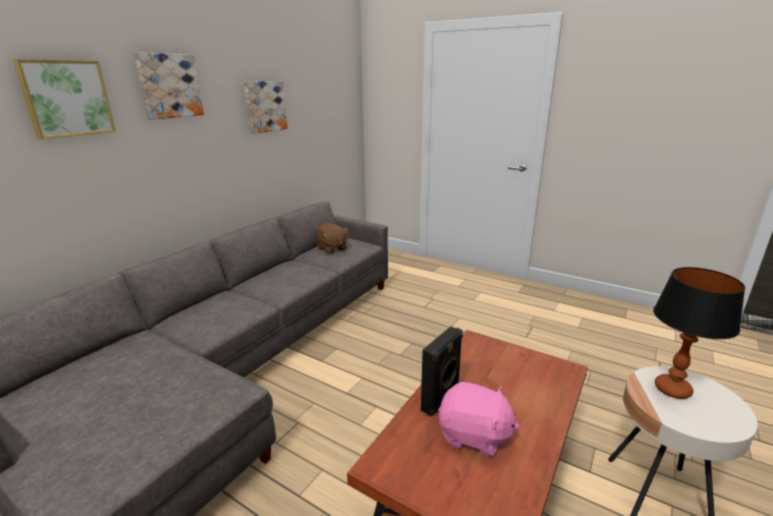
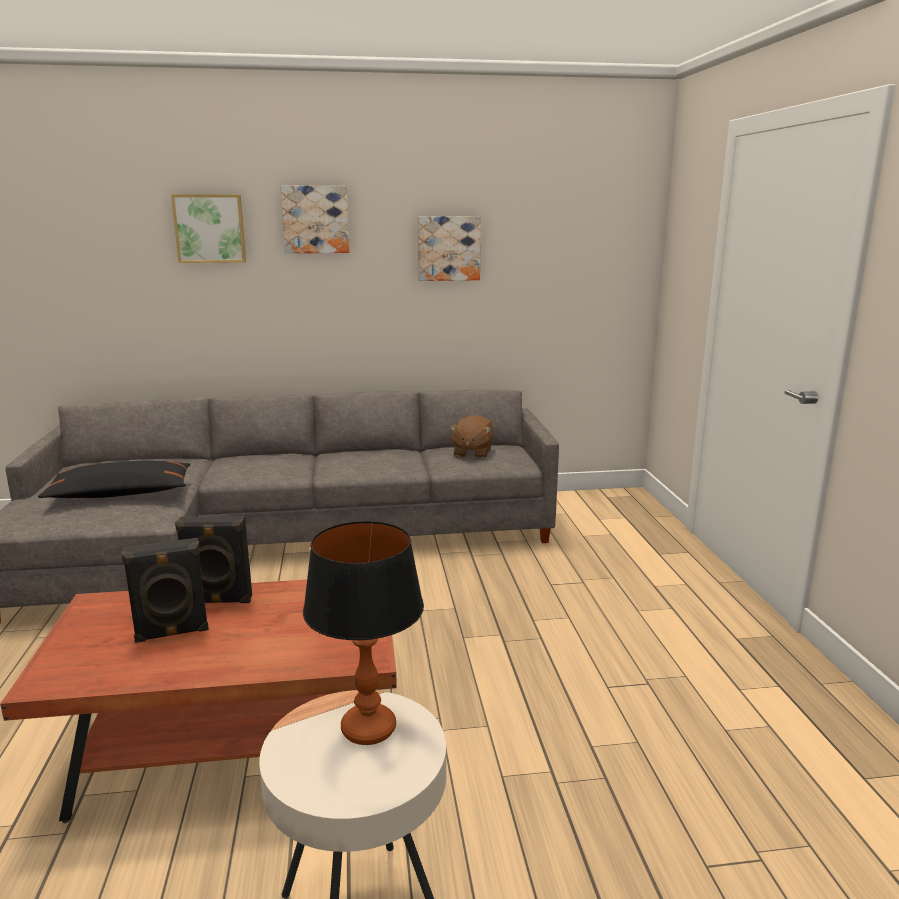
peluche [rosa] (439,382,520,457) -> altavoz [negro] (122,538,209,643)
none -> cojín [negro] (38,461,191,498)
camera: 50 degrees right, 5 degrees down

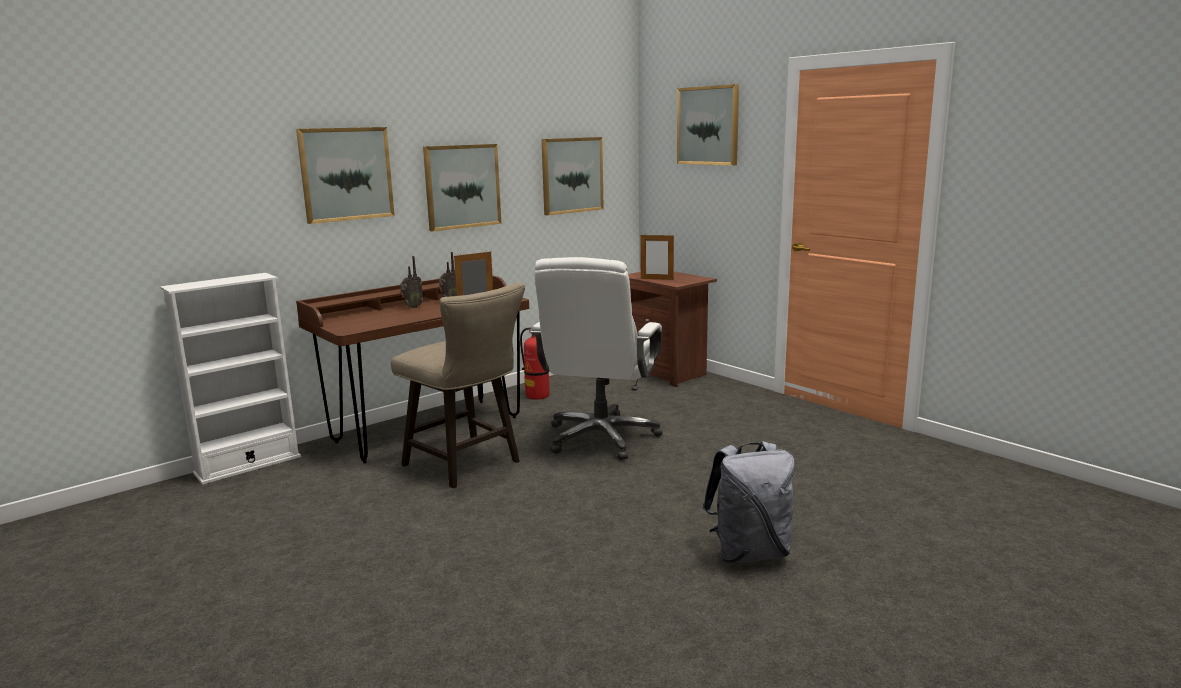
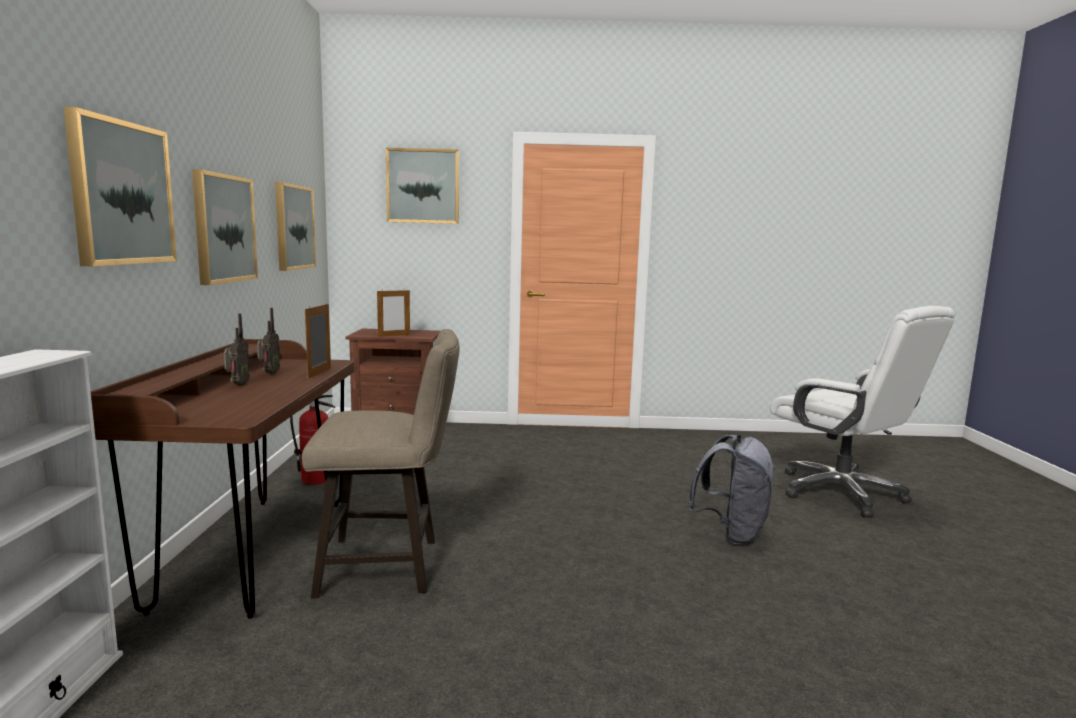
silla de oficina [blanco] (530,257,663,460) -> silla de oficina [blanco] (770,306,955,518), shifted
camera: 50 degrees left, 5 degrees down

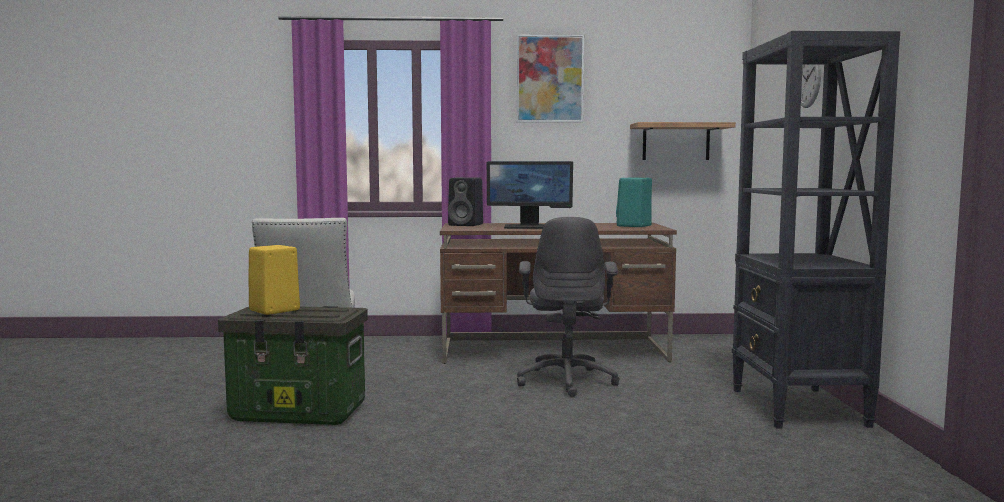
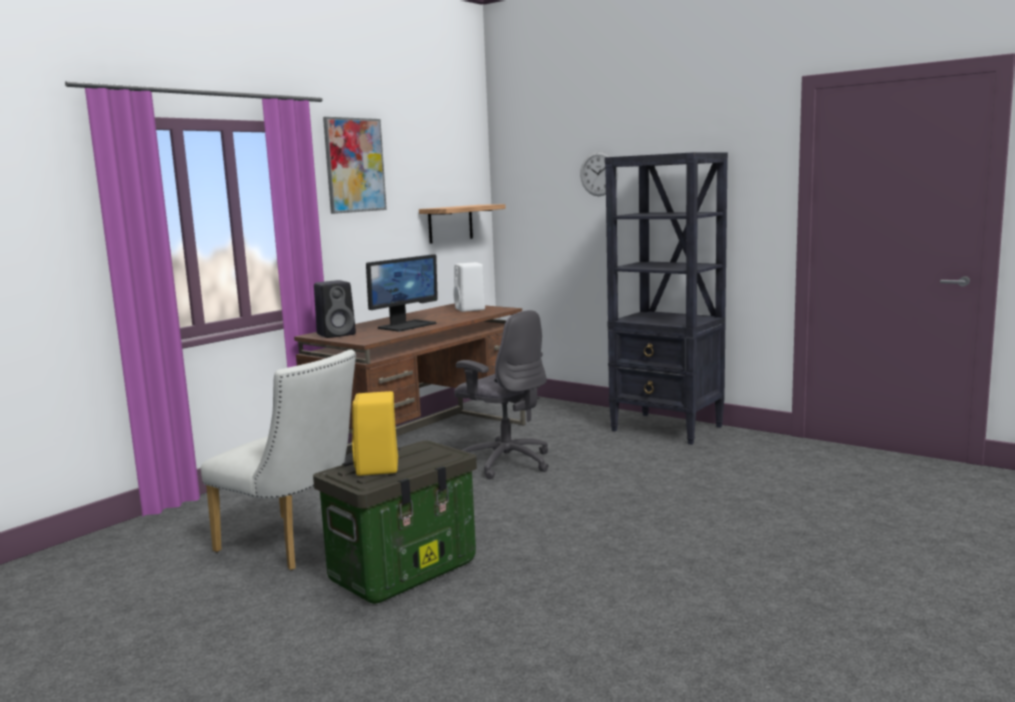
altavoz [turquesa] (616,178,652,227) -> altavoz [blanco] (453,262,485,312)
camera: 50 degrees left, 5 degrees up

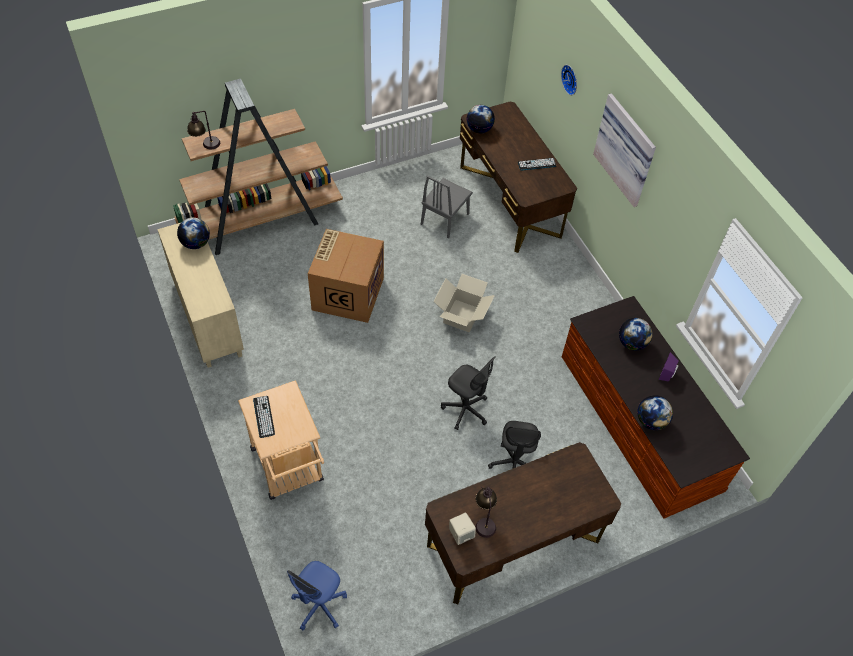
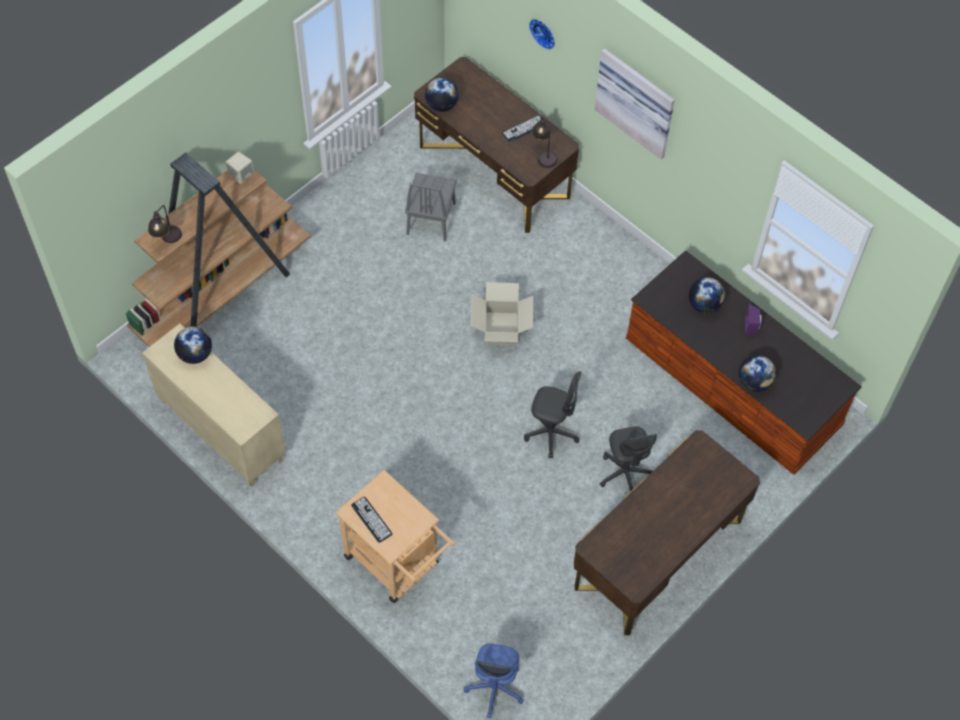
caja de cartón (308,229,384,323) -> none
altavoz [beis] (449,513,476,545) -> altavoz [beis] (226,152,254,184), shifted
lámpara de mesa (475,487,497,538) -> lámpara de mesa (532,116,557,168), shifted
camera: 20 degrees left, 5 degrees up

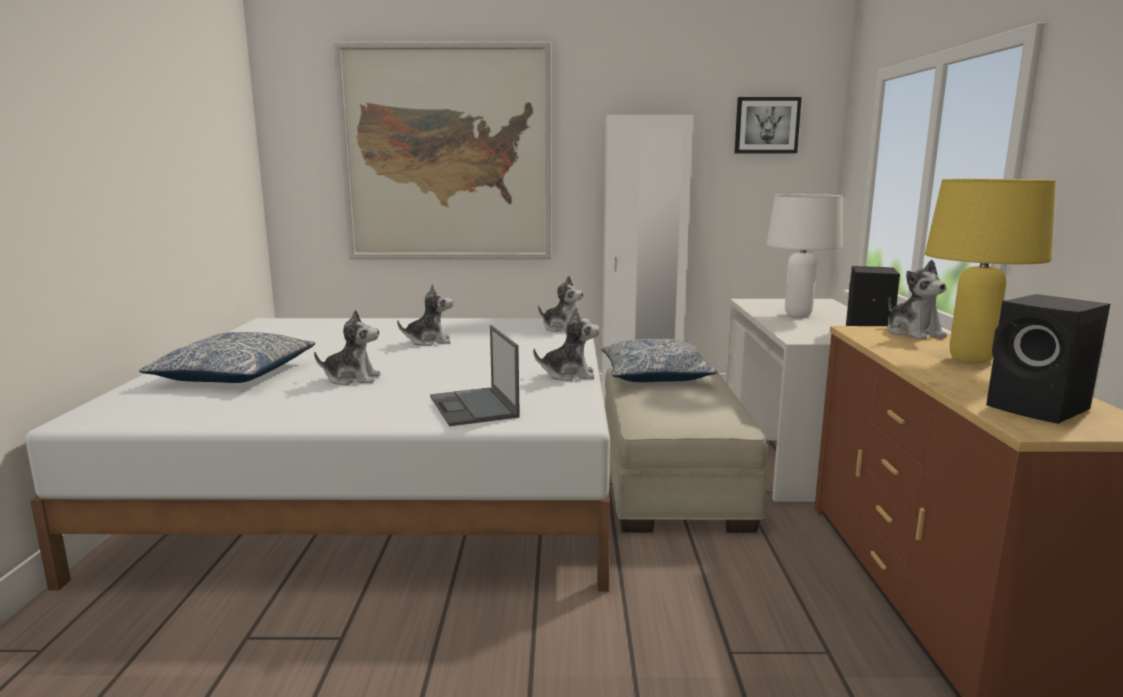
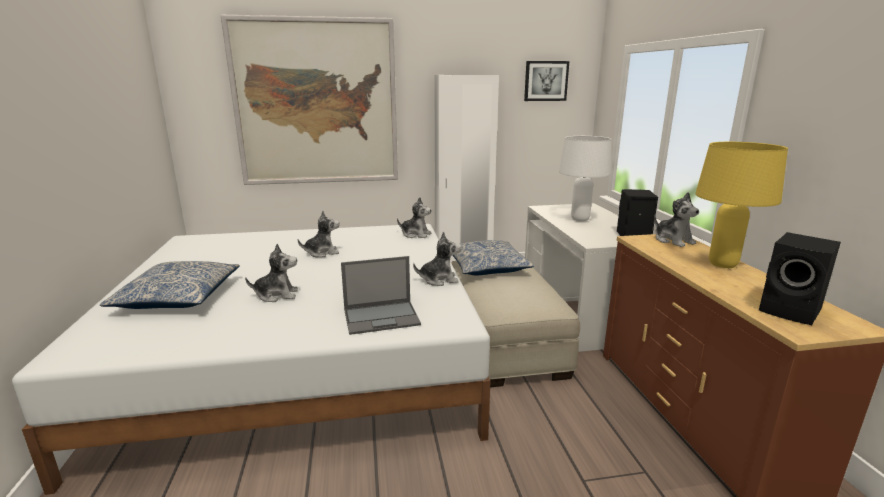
portátil (430,325,520,426) -> portátil (341,256,421,335), 75 degrees counterclockwise
camera: 10 degrees left, 5 degrees up

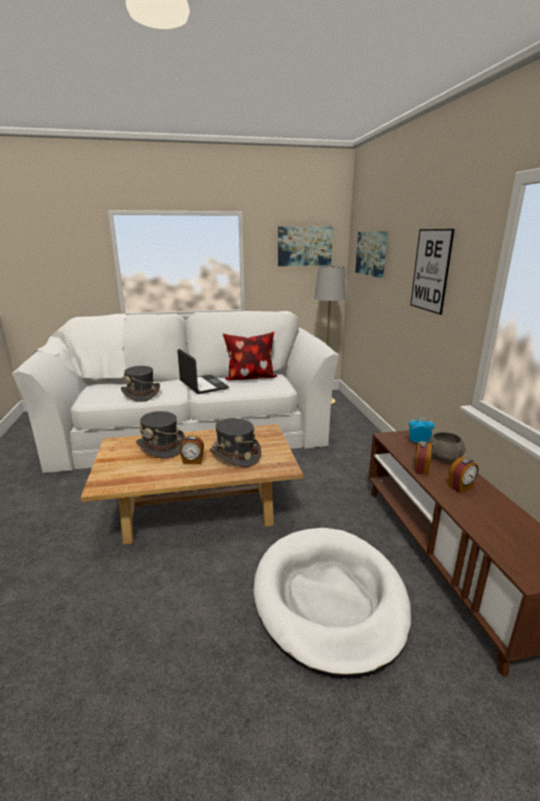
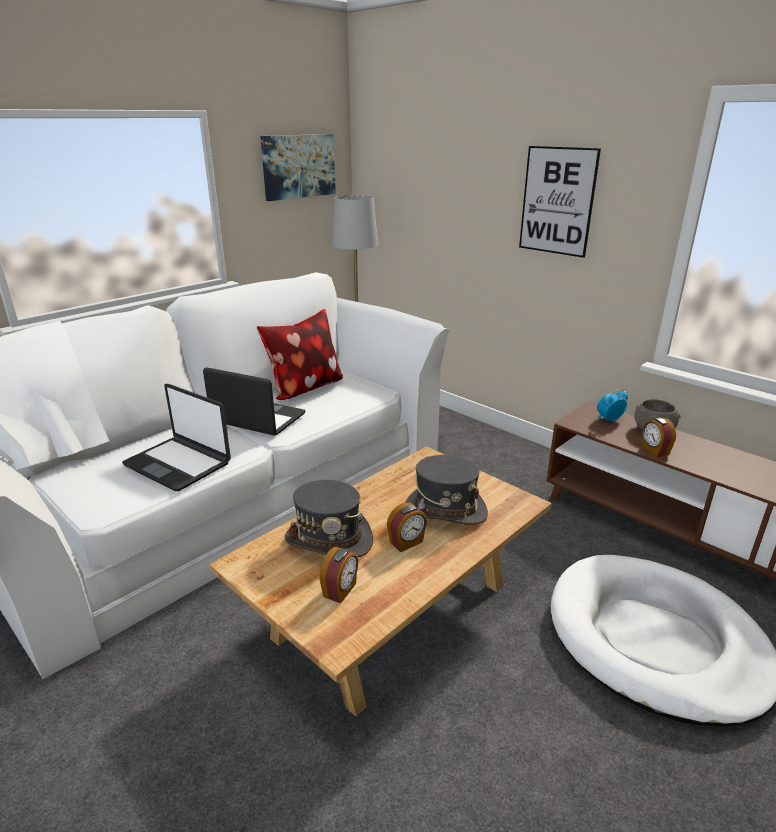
sombrero [gris] (121,366,160,402) -> portátil (122,384,231,491)
cuadro (355,231,387,278) -> none
despertador (448,457,479,493) -> despertador (319,547,358,603), shifted
camera: 35 degrees left, 5 degrees up

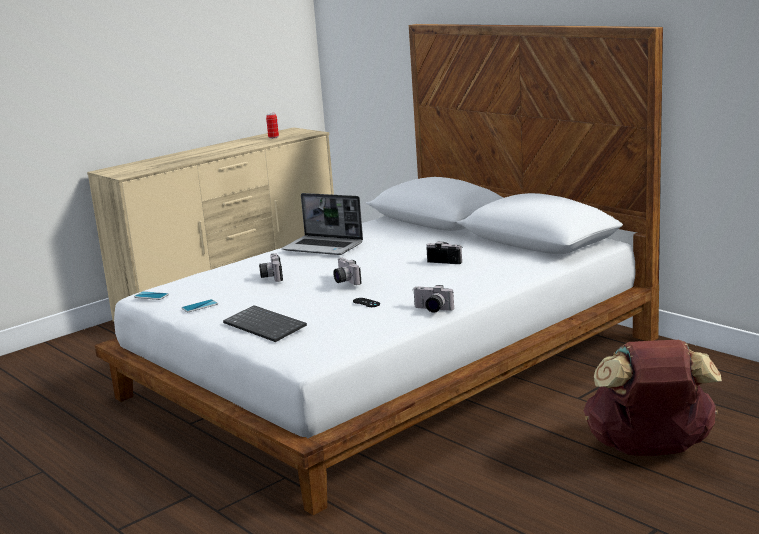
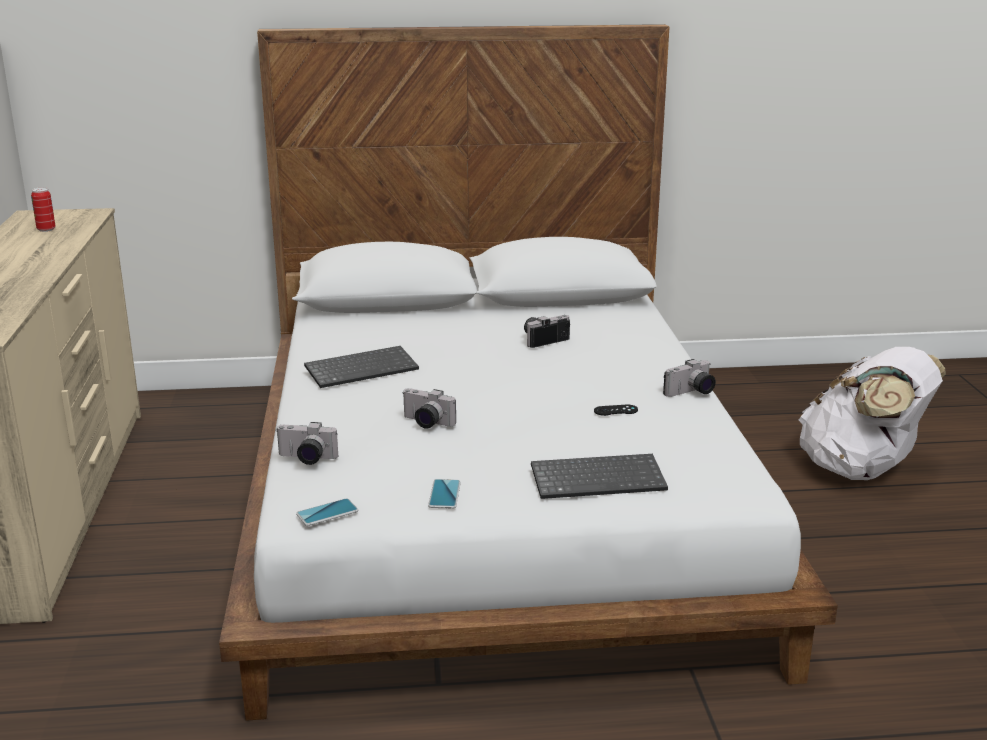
portátil (282,193,363,255) -> teclado (304,346,419,388)
cámara (333,258,362,285) -> cámara (275,422,338,465), shifted
mochila [marrón] (584,340,722,456) -> mochila [blanco] (799,347,946,480)
camera: 55 degrees left, 5 degrees up

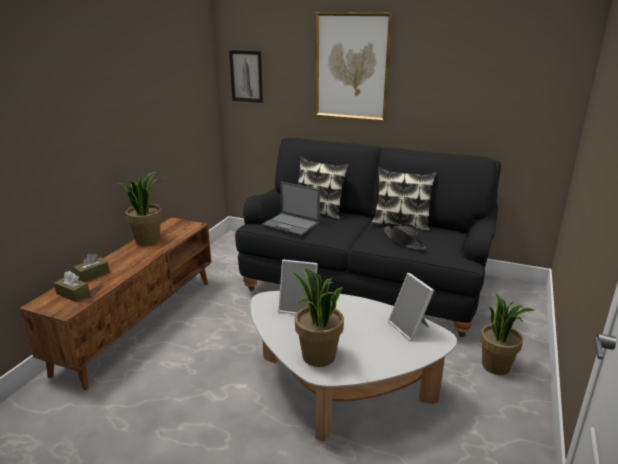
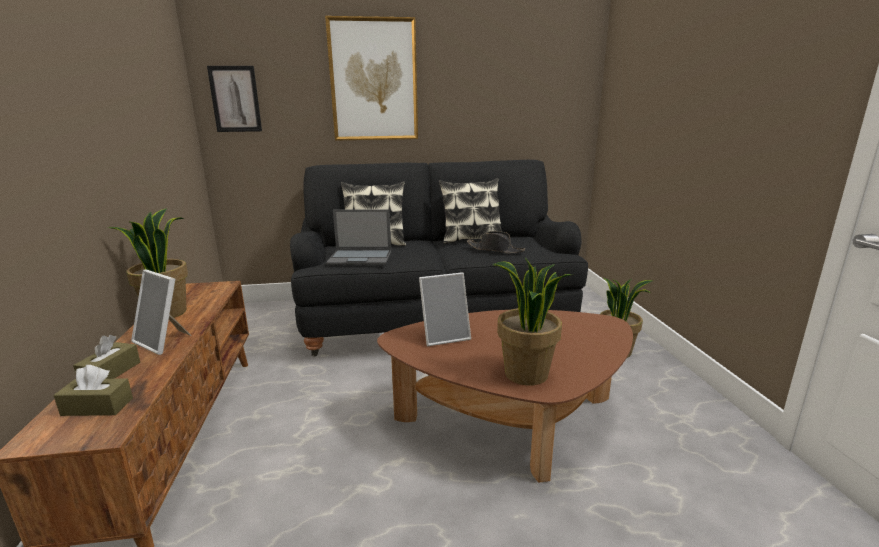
mesa de centro [blanco] (251,291,457,441) -> mesa de centro [marrón] (377,310,633,482)
portarretratos (388,273,434,341) -> portarretratos (131,270,191,355), shifted
camera: 30 degrees left, 5 degrees down

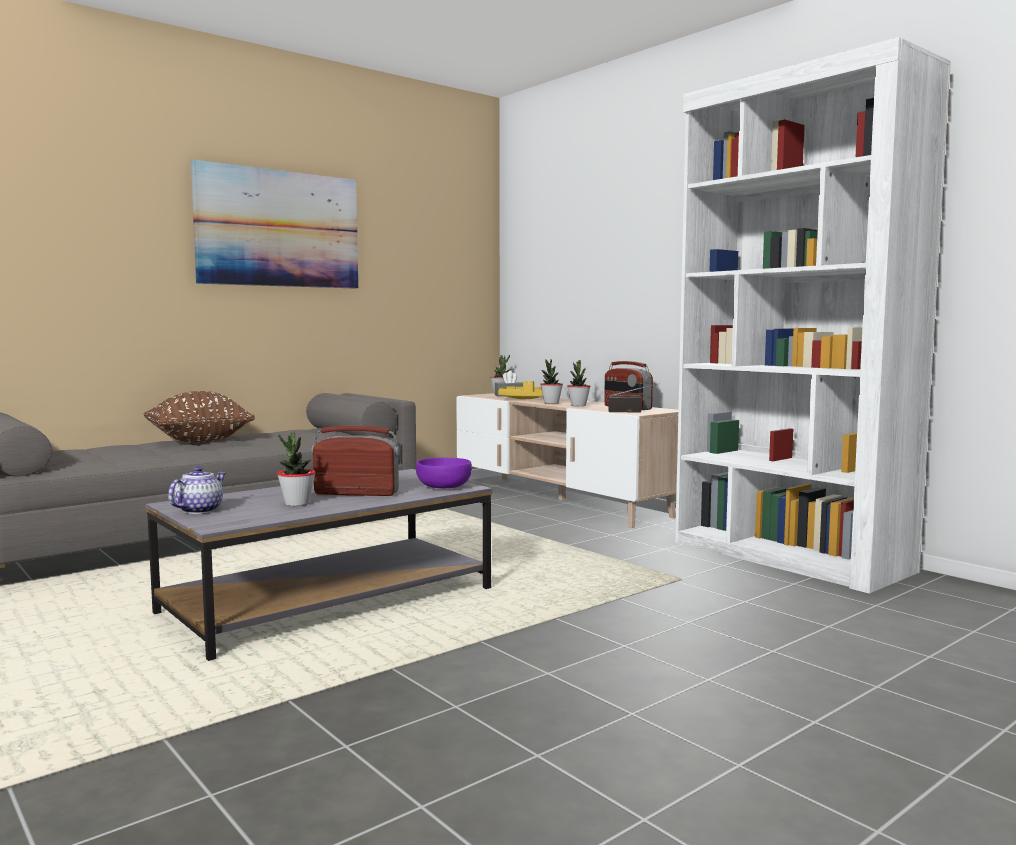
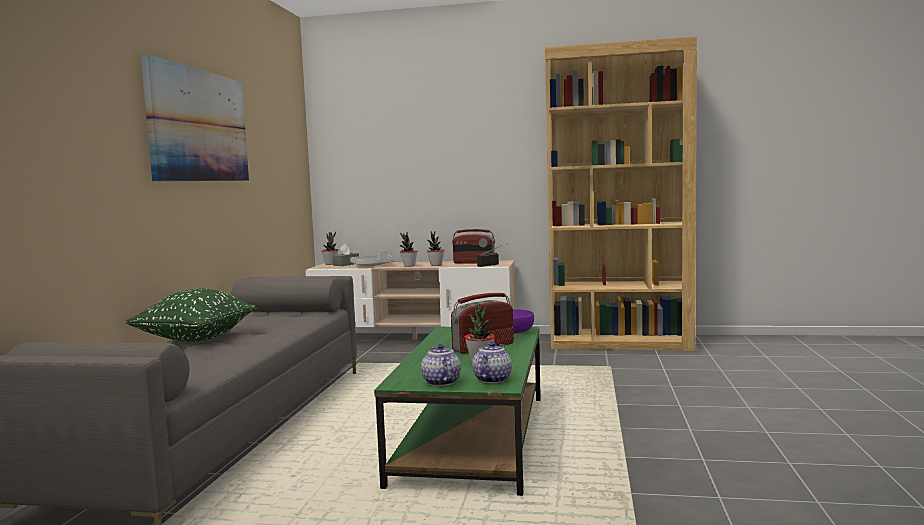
cojín [marrón] (144,391,255,443) -> cojín [verde] (125,289,257,342)
mesa de centro [gris] (145,469,492,661) -> mesa de centro [verde] (374,327,541,496)
bandeja [amarillo] (498,381,543,399) -> bandeja [gris] (350,250,395,266)
estantería [blanco] (675,37,951,594) -> estantería [marrón] (545,36,697,351)
none -> tetera (472,342,512,383)
camera: 40 degrees left, 0 degrees up

